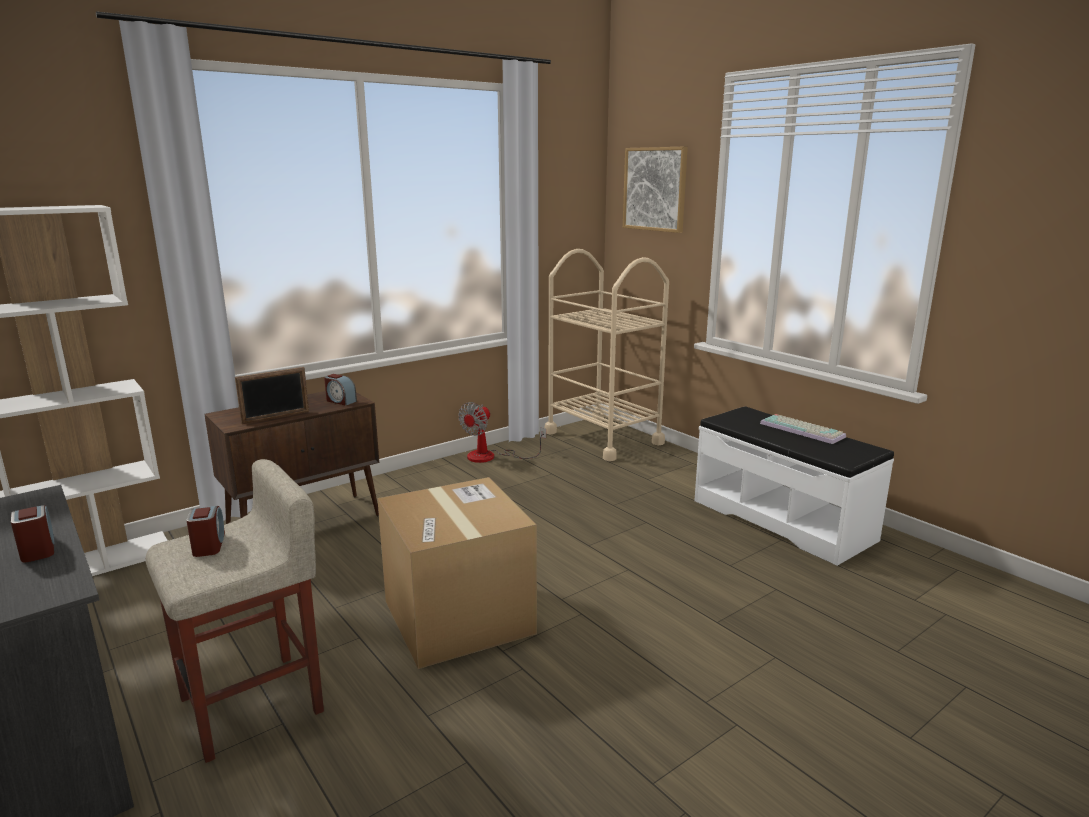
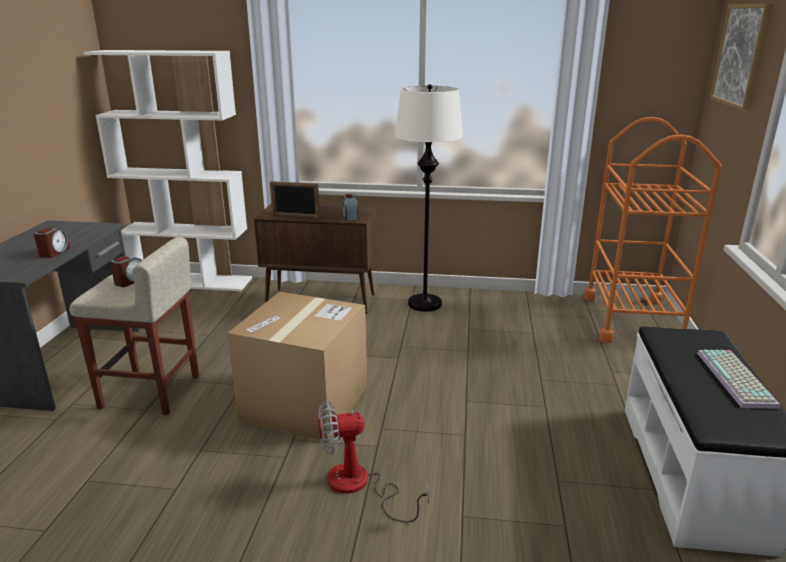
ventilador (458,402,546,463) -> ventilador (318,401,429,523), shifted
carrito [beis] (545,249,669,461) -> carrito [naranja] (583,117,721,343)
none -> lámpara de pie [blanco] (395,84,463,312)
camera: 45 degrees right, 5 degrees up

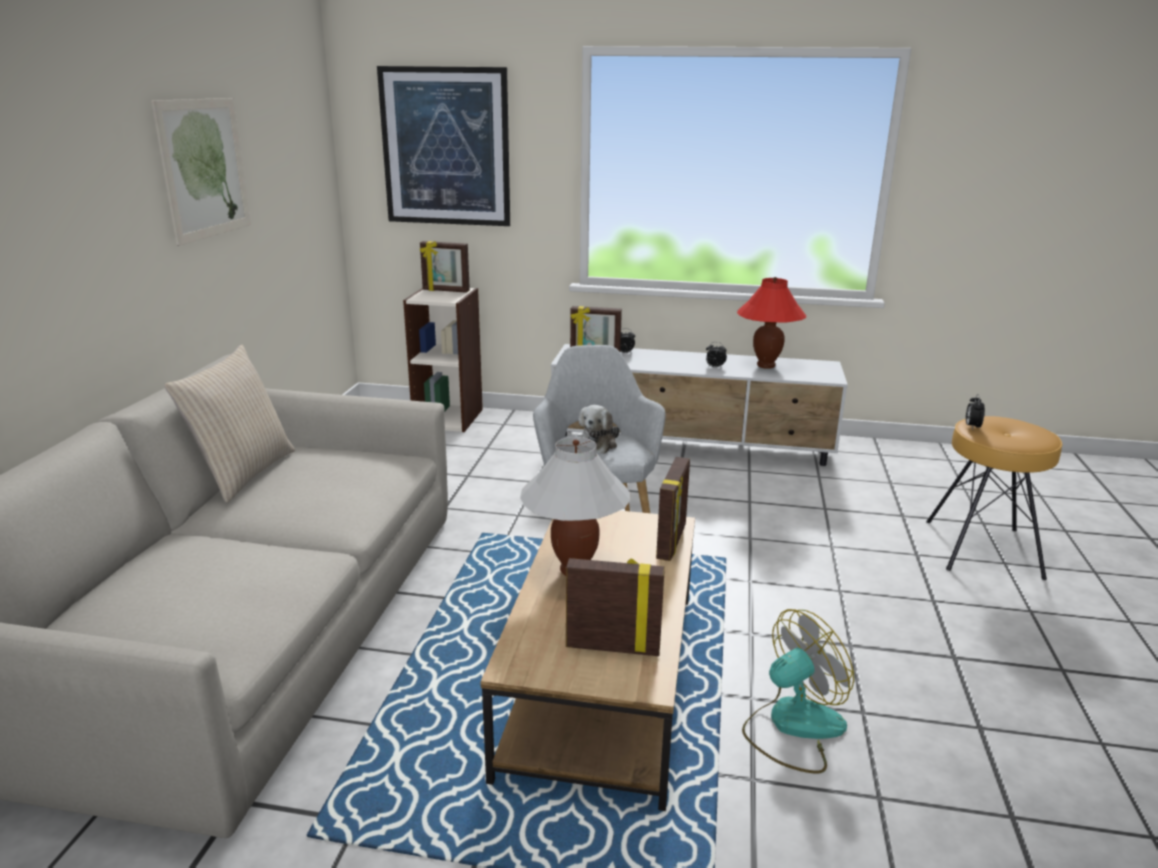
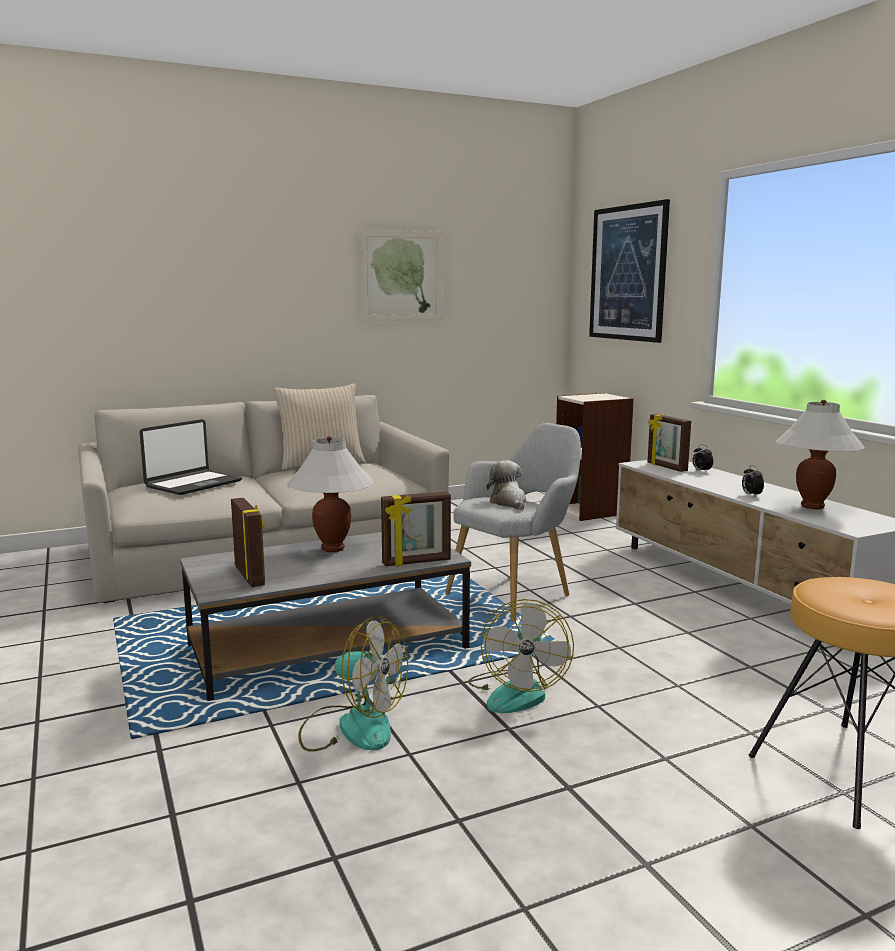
portarretratos (420,241,470,293) -> none
mesa de centro [marrón] (481,511,695,811) -> mesa de centro [gris] (180,532,471,701)
peluche (579,405,620,454) -> peluche (486,460,526,510), 90 degrees clockwise
lámpara de mesa [rojo] (737,277,806,369) -> lámpara de mesa [blanco] (776,400,865,509)
despertador (966,394,985,430) -> none
none -> portátil (139,419,242,495)
none -> ventilador (468,599,574,713)
camera: 55 degrees right, 10 degrees down

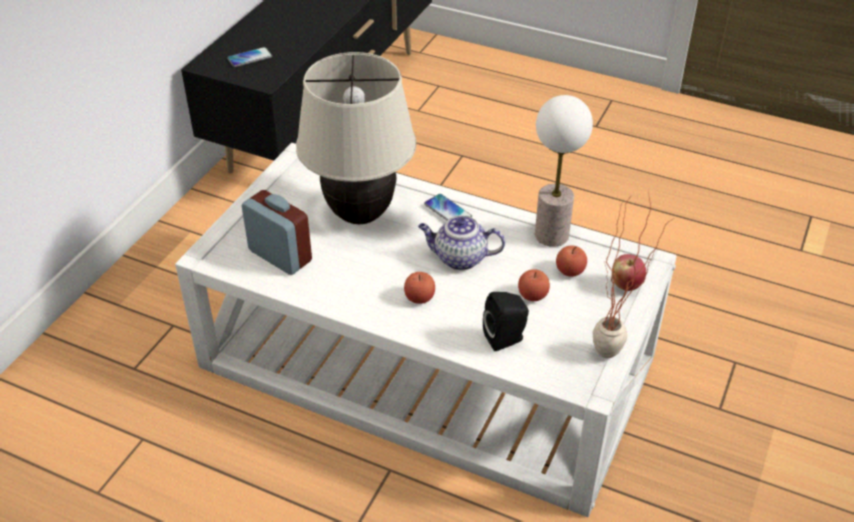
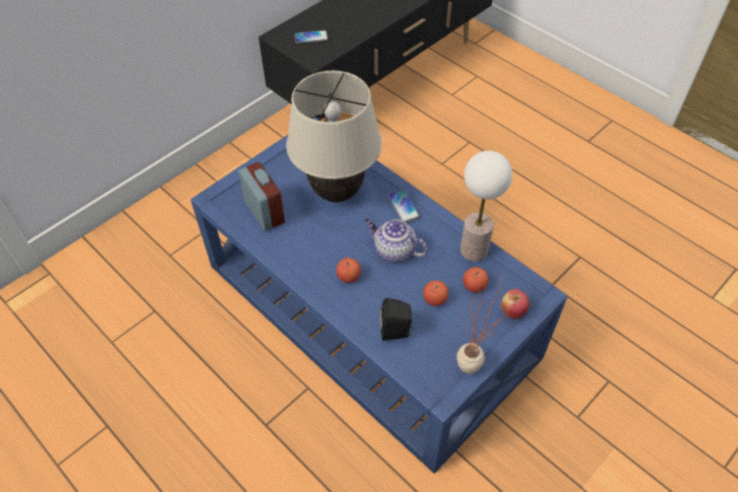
mesa de centro [blanco] (175,143,677,517) -> mesa de centro [azul] (191,117,568,473)
camera: 20 degrees right, 10 degrees up

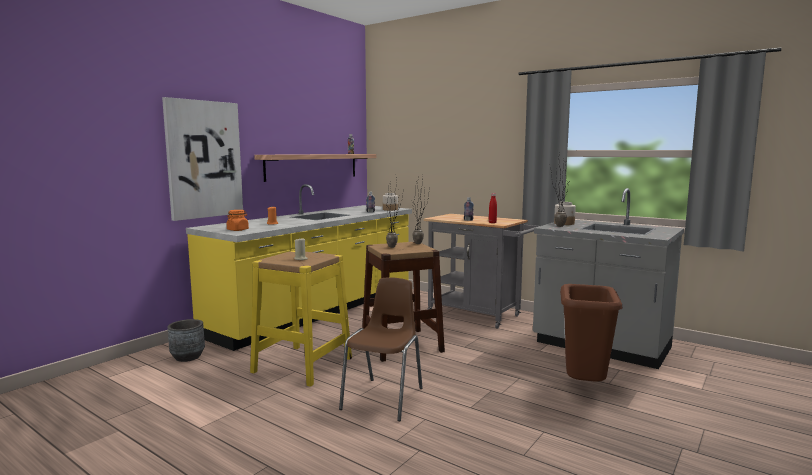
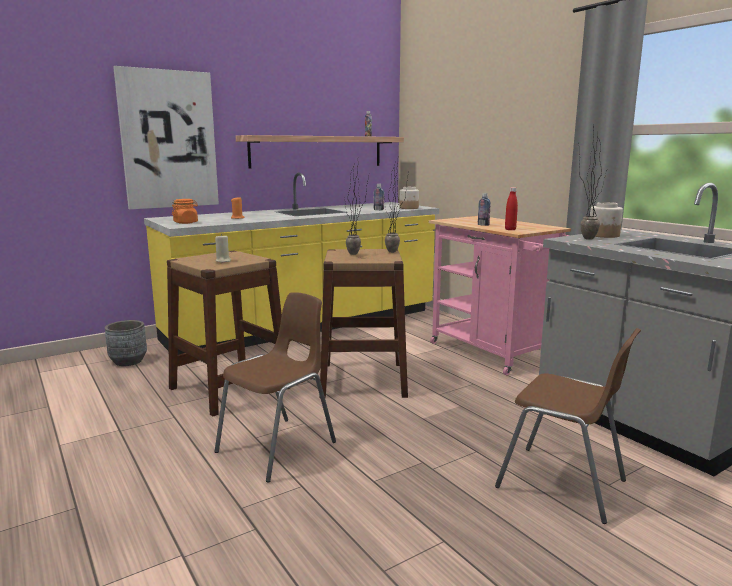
taburete [amarillo] (250,251,352,387) -> taburete [marrón] (167,251,290,416)
carrito [gris] (423,214,539,329) -> carrito [rosa] (429,216,571,375)
papelera [marrón] (560,284,622,382) -> silla [marrón] (495,328,641,524)
camera: 20 degrees right, 5 degrees up

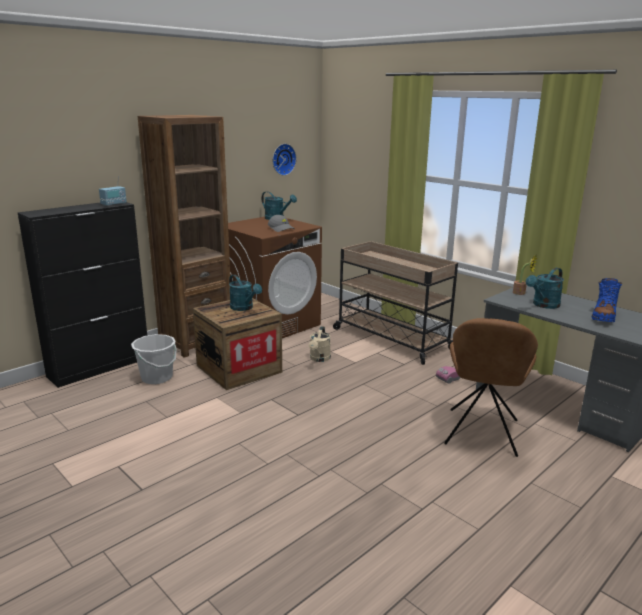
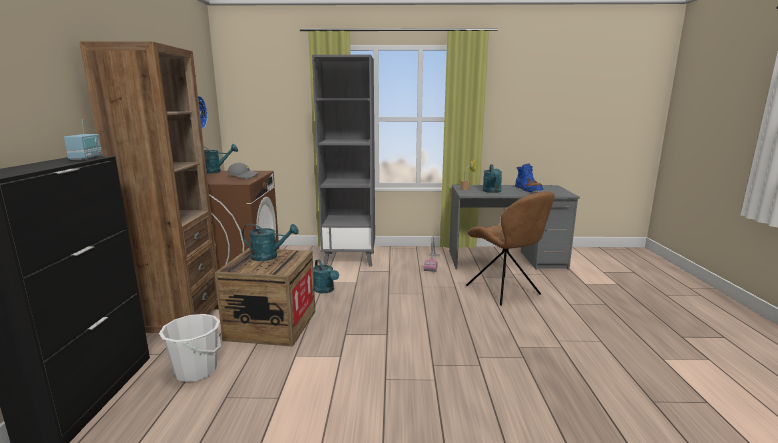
regadera [beis] (309,326,331,362) -> regadera [turquesa] (313,260,339,293)
carrito [beis] (333,241,458,365) -> estantería [gris] (312,55,375,267)
camera: 45 degrees left, 5 degrees down

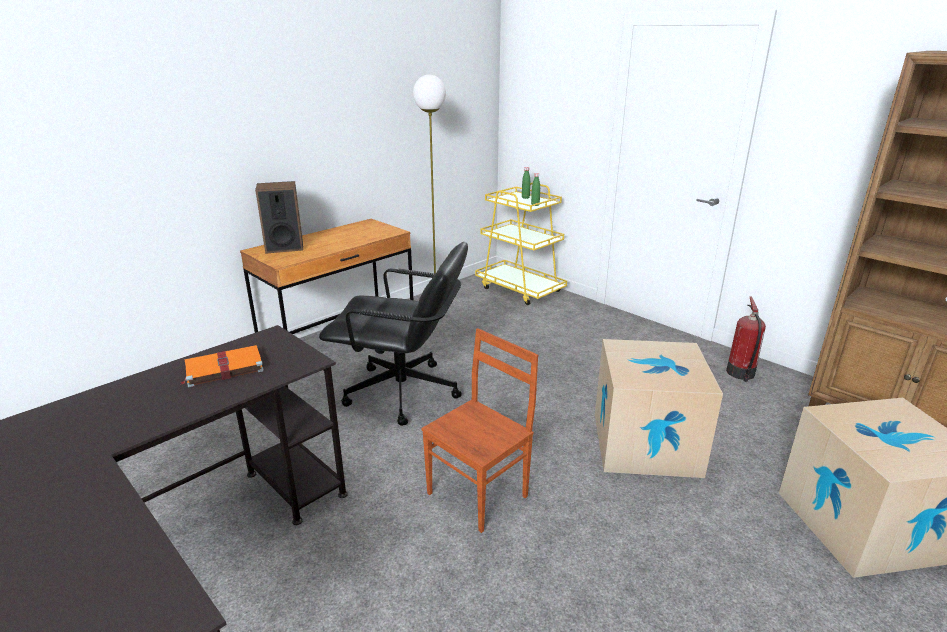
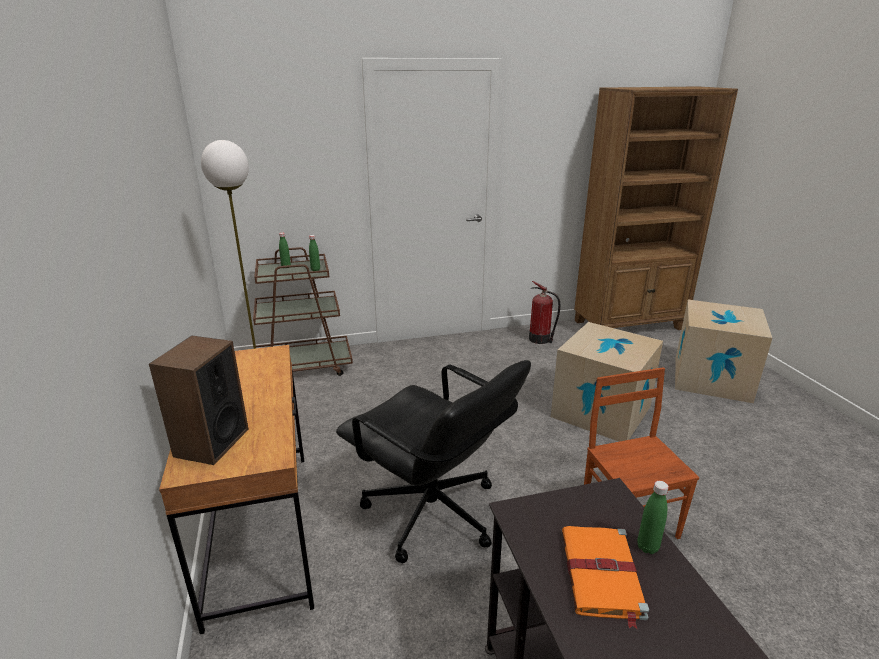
silla de oficina [negro] (319,242,468,426) -> silla de oficina [negro] (336,360,531,563), 90 degrees clockwise
carrito [amarillo] (475,182,567,305) -> carrito [marrón] (253,247,353,376)
none -> botella [verde] (637,481,669,554)
camera: 60 degrees left, 0 degrees up

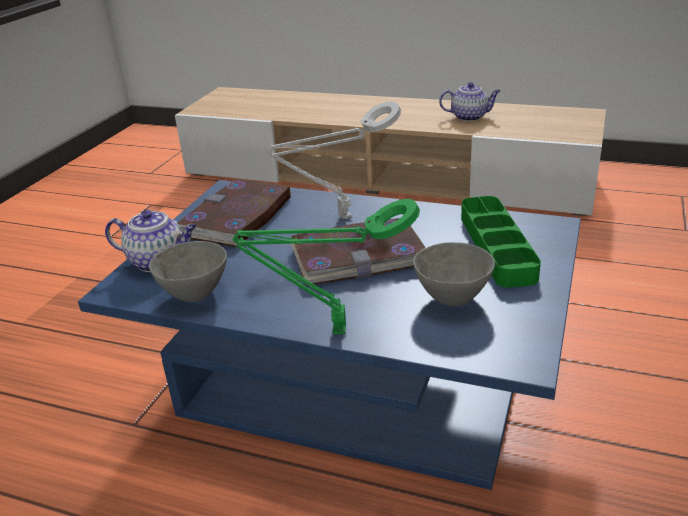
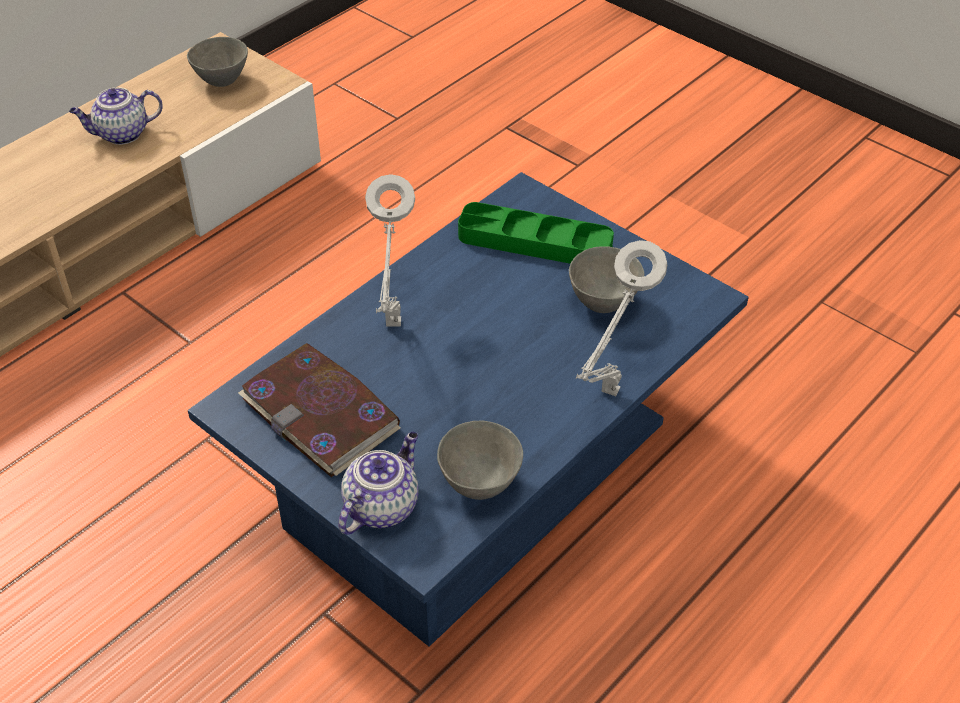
lámpara de mesa [verde] (233,199,420,335) -> lámpara de mesa [gris] (576,240,667,396)
libro (291,218,425,286) -> none
tetera (439,82,500,121) -> tetera (69,87,163,145), 135 degrees counterclockwise
none -> cuenco [gris] (187,37,248,87)
camera: 70 degrees left, 15 degrees up

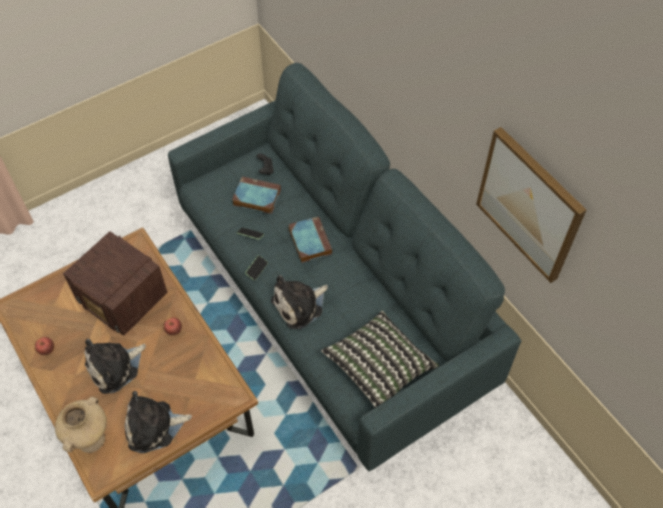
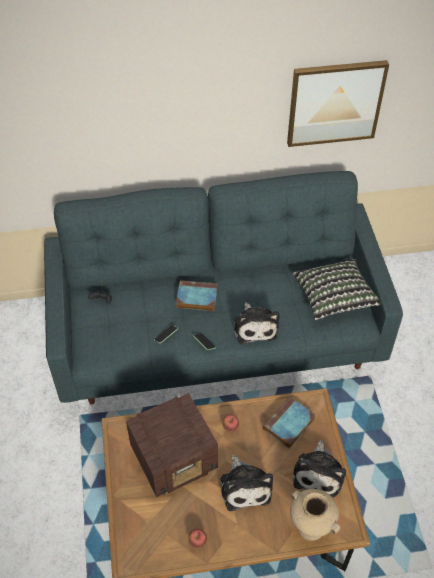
libro (232,177,281,214) -> libro (263,397,315,449), shifted
camera: 65 degrees left, 5 degrees down

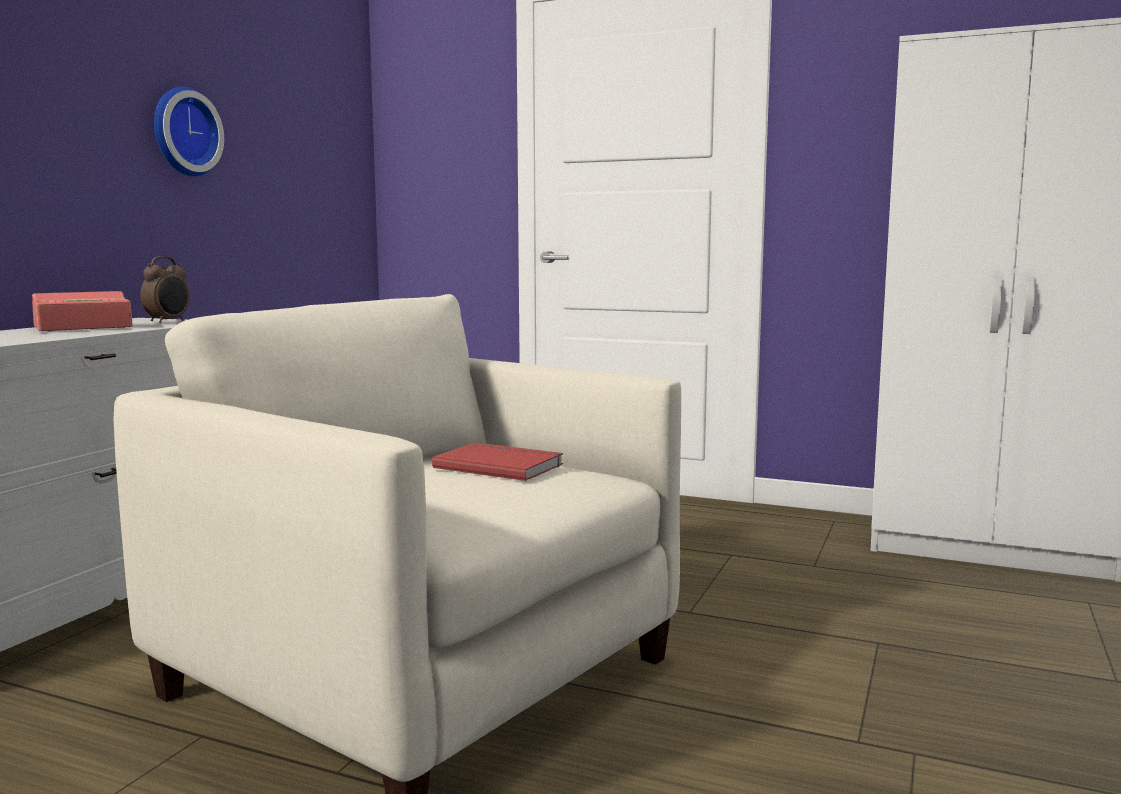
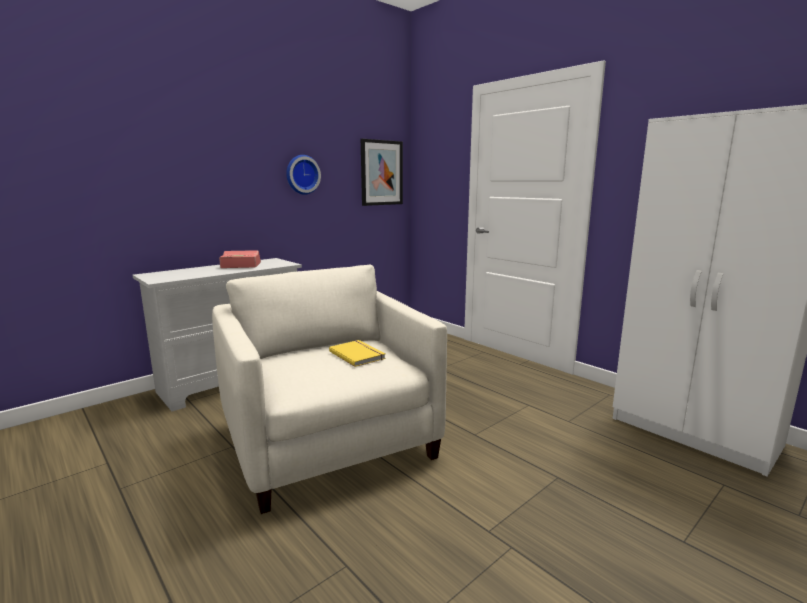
despertador (140,256,190,323) -> none
libro [rojo] (432,442,563,481) -> libro [amarillo] (329,340,386,367)
none -> cuadro (361,139,403,206)
camera: 25 degrees right, 5 degrees up

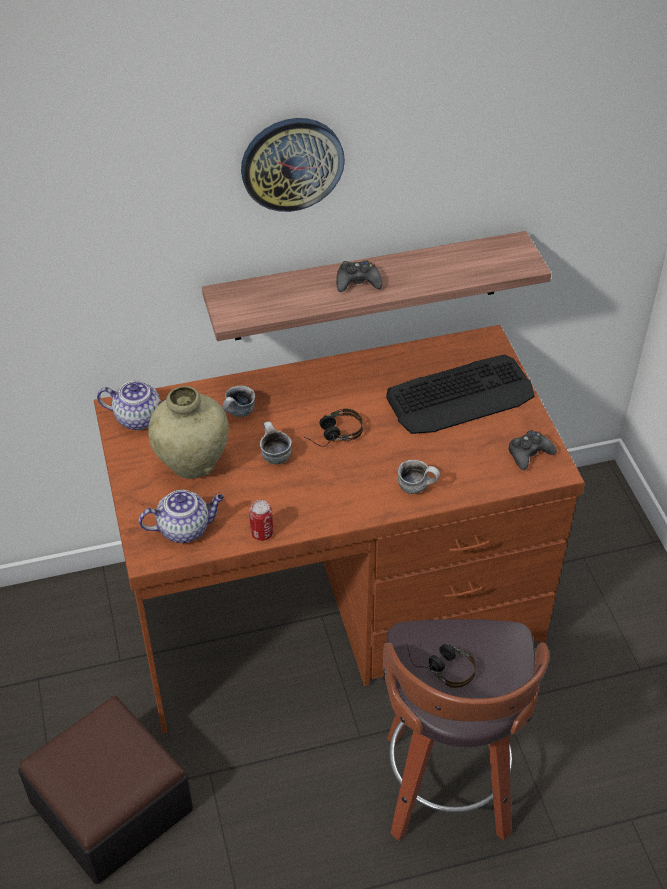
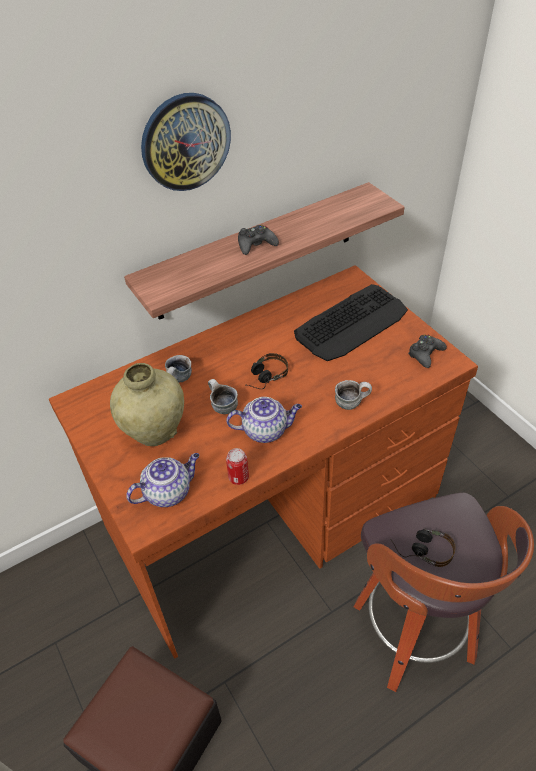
tetera (97,381,167,430) -> tetera (226,397,302,443), shifted
camera: 15 degrees left, 0 degrees up

